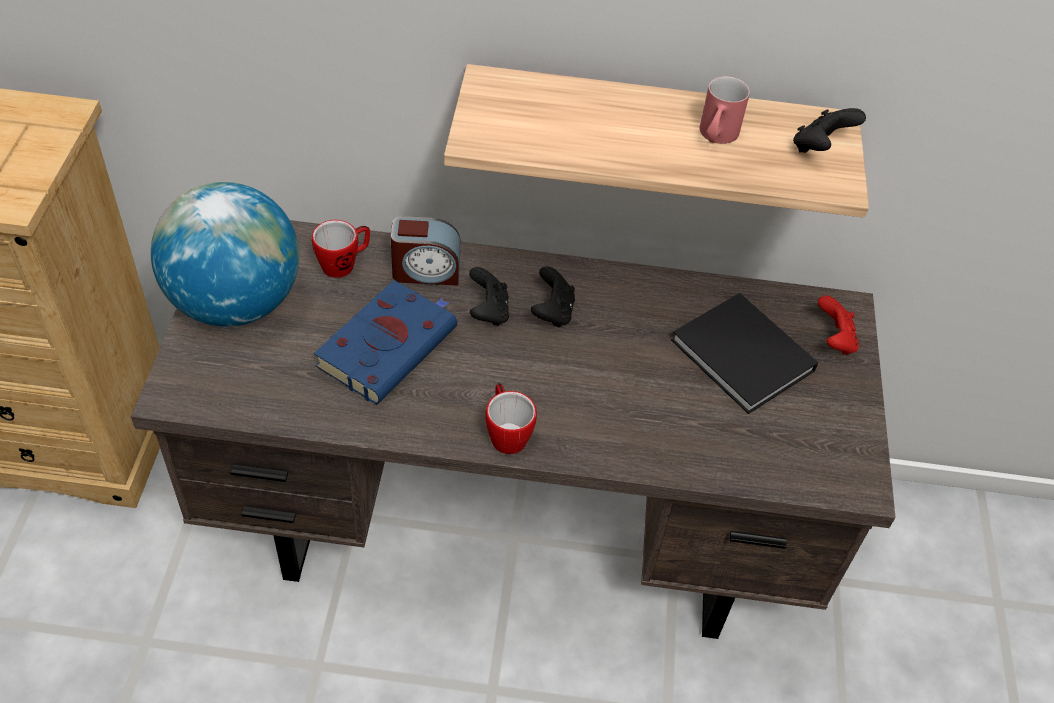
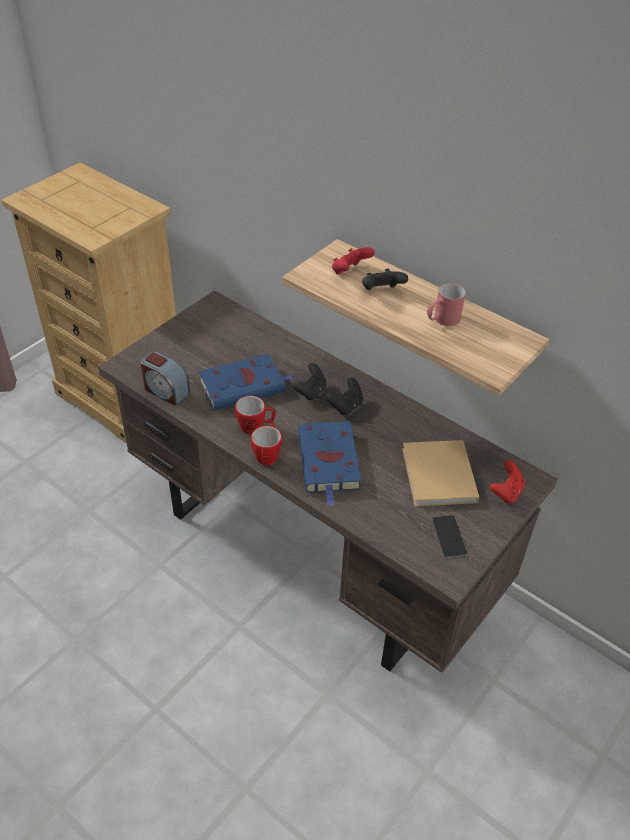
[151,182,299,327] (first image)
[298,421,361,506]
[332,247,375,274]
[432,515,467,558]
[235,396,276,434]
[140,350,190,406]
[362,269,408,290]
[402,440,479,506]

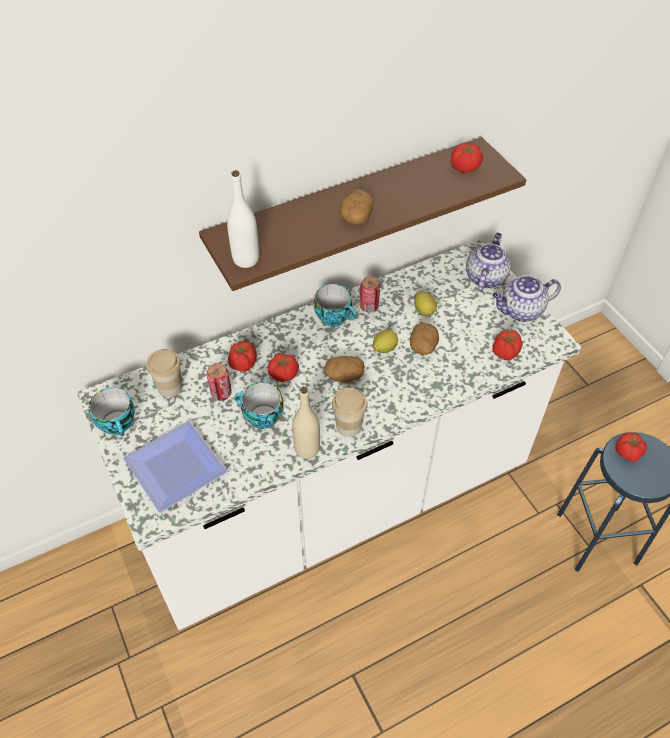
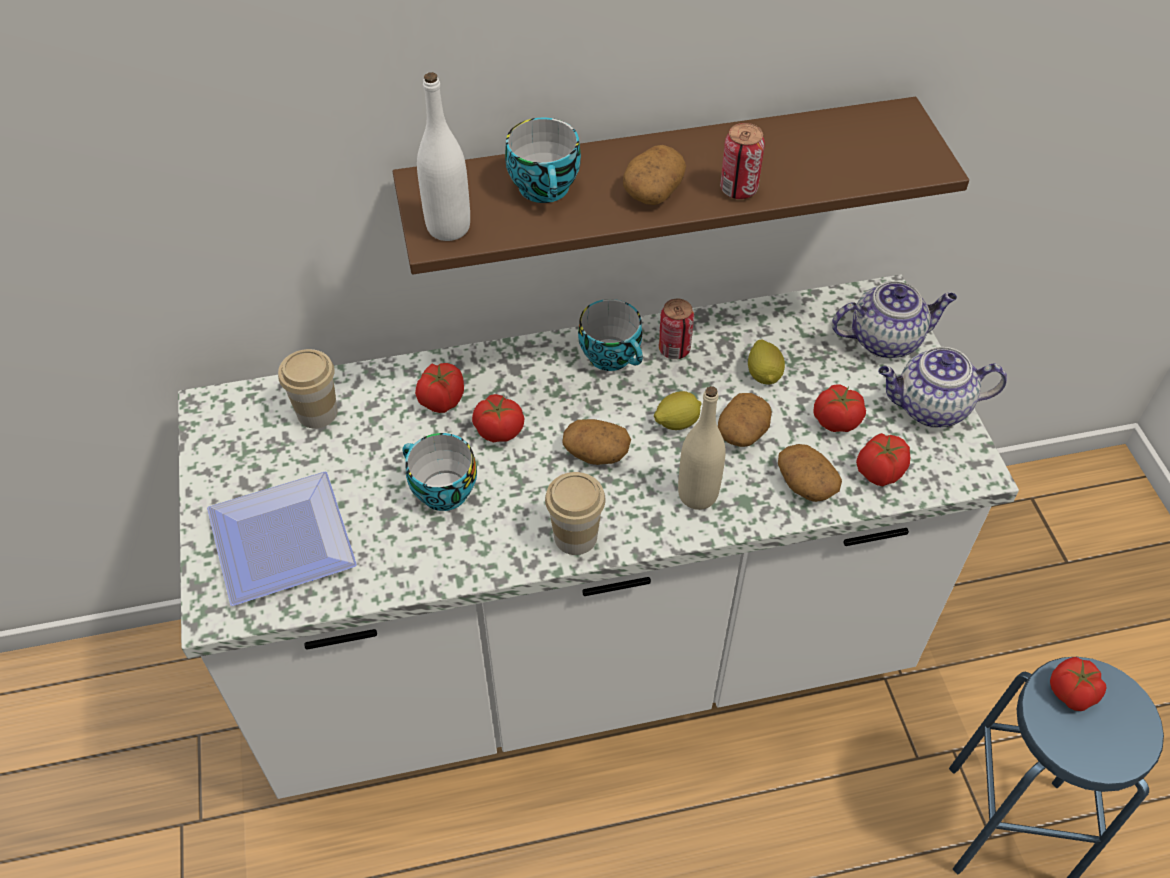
[778,444,842,502]
[505,118,581,203]
[720,123,765,199]
[678,386,726,510]
[813,384,866,432]
[832,281,957,358]

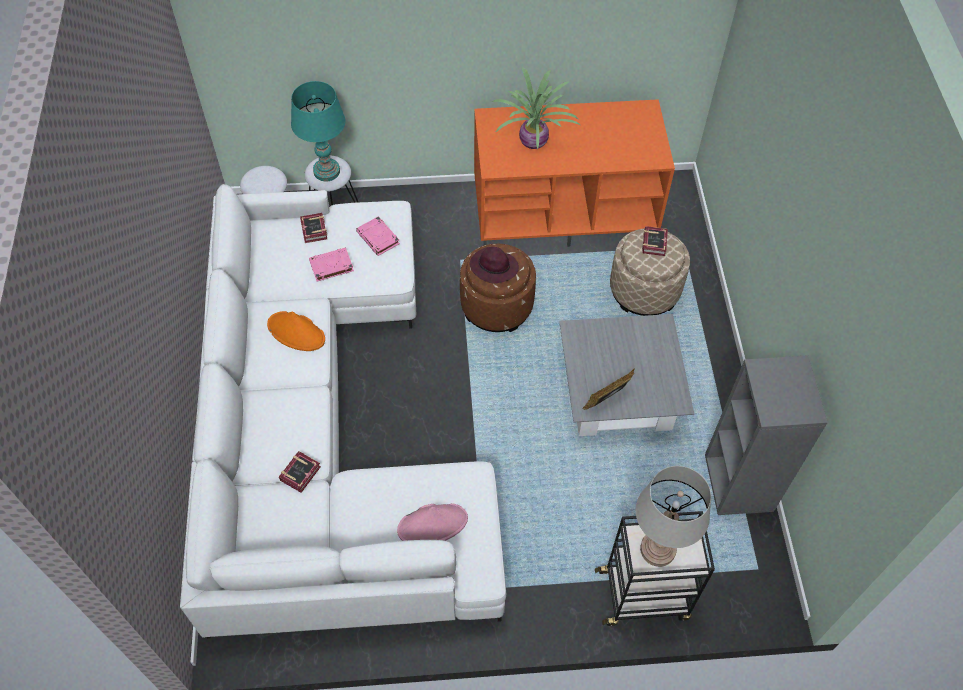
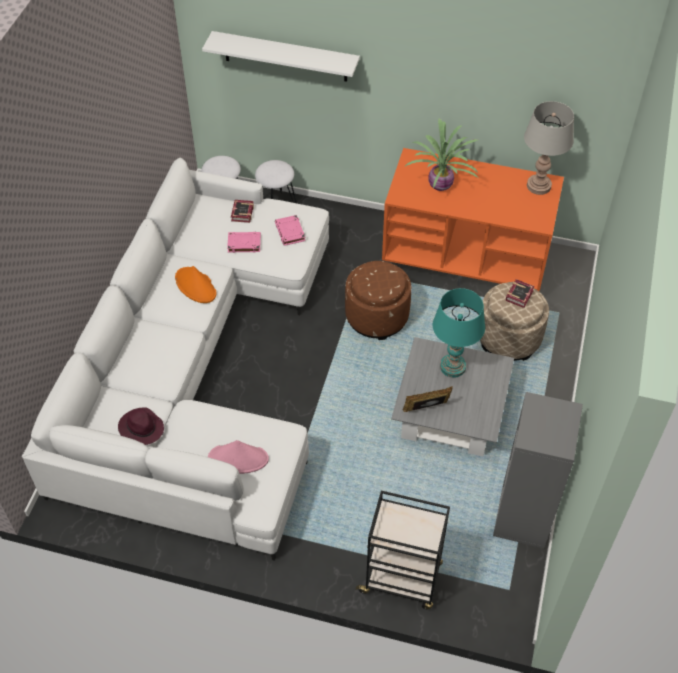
[279,451,321,493] (first image)
[202,31,360,82]
[433,288,485,378]
[118,407,164,445]
[524,101,574,195]

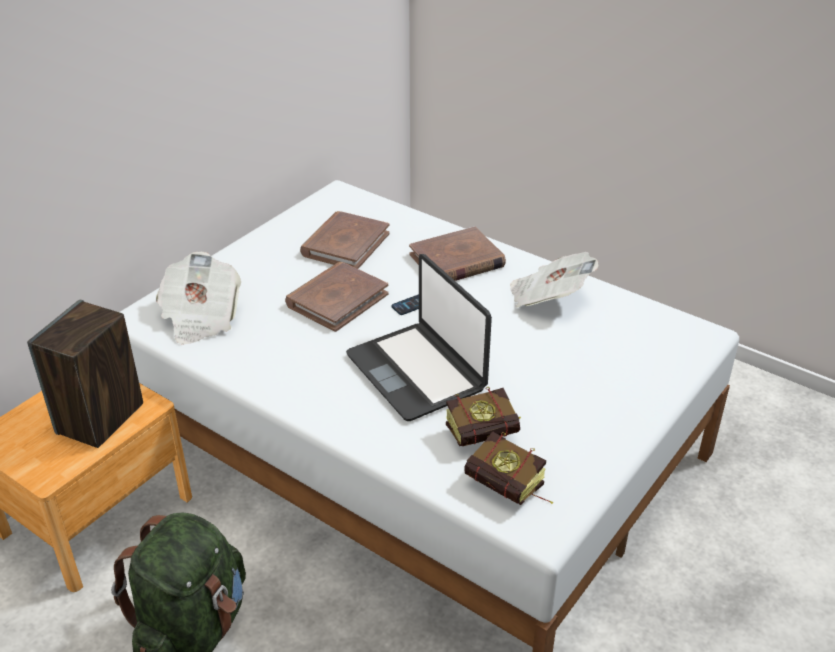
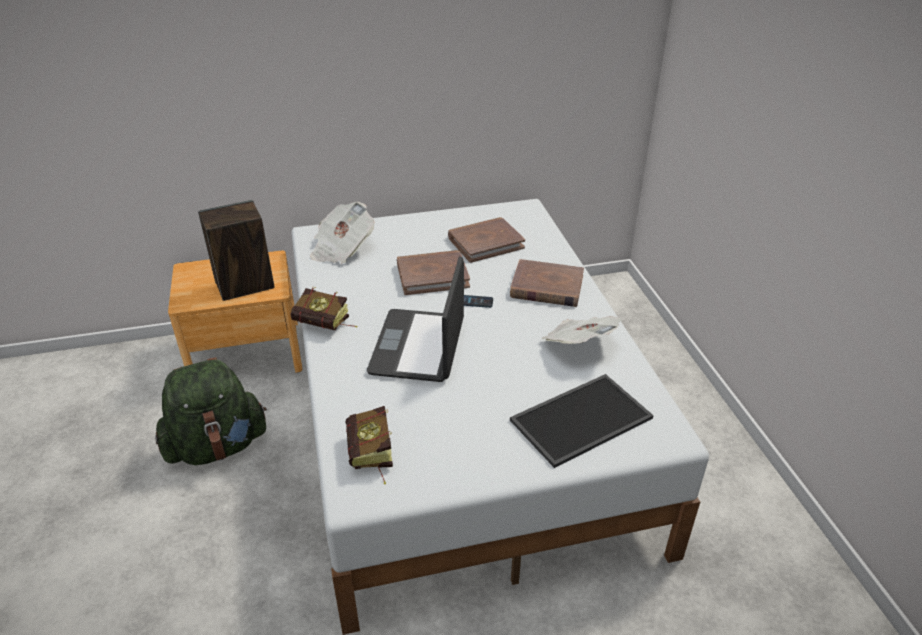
[510,374,654,468]
[290,287,357,330]

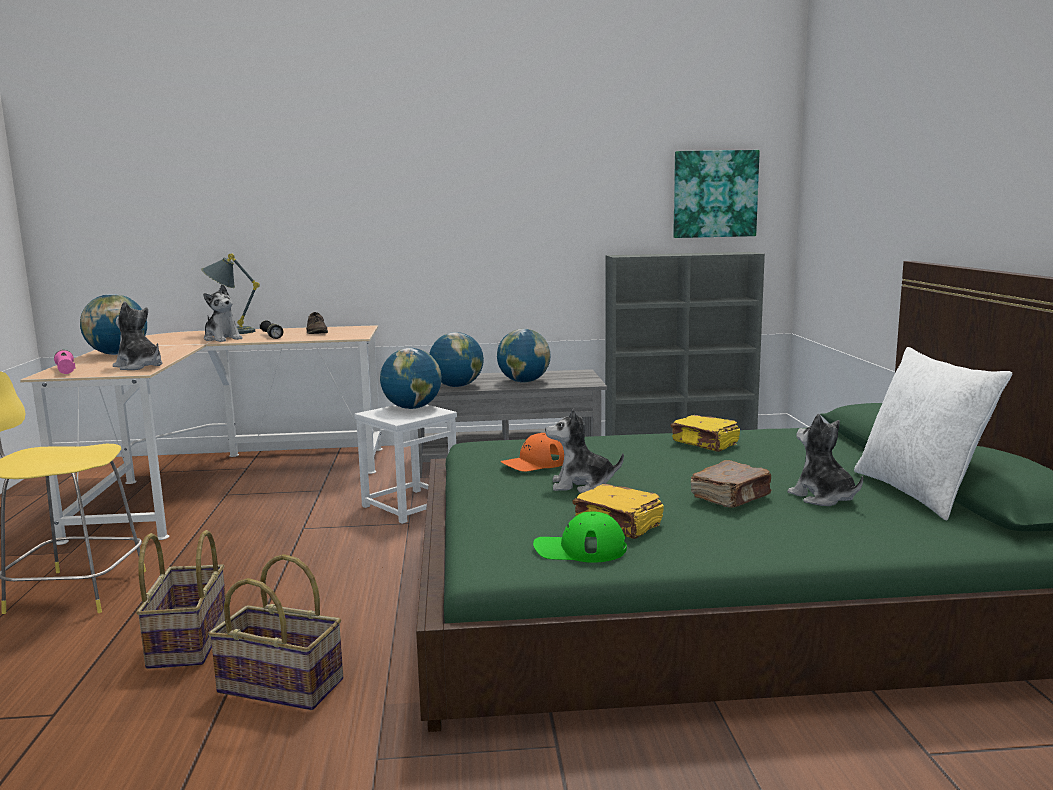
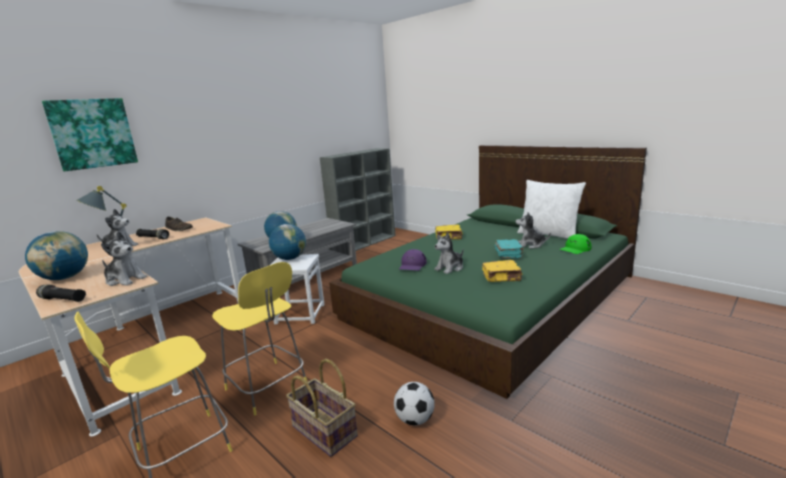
[497,329,551,383] (first image)
[212,262,307,416]
[559,234,592,254]
[42,98,138,171]
[394,382,435,425]
[36,284,86,302]
[399,249,427,271]
[495,239,524,258]
[101,231,147,286]

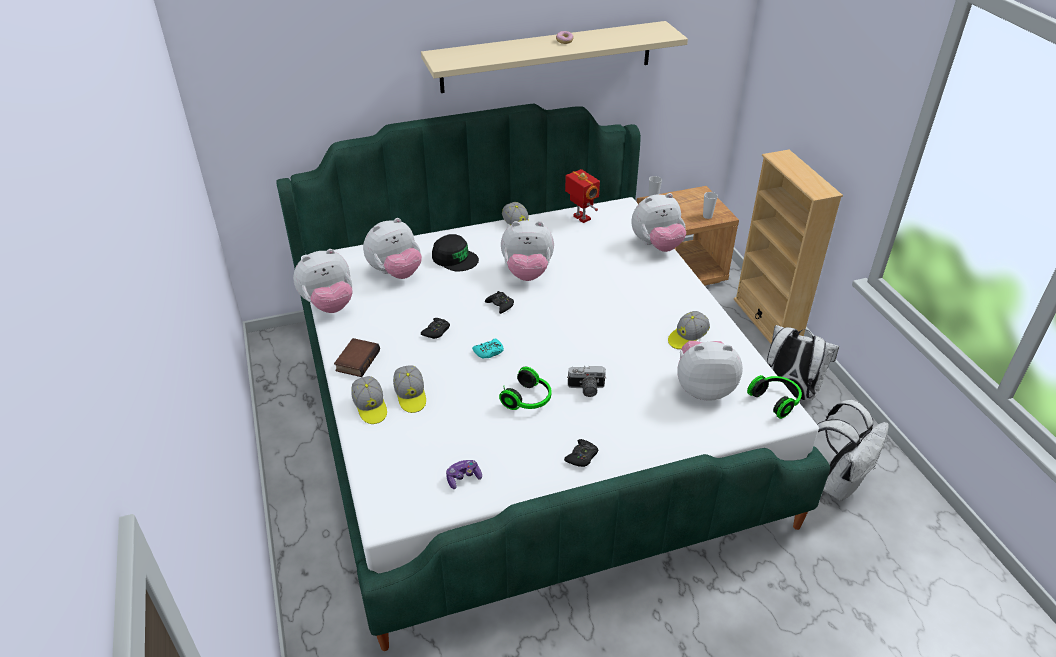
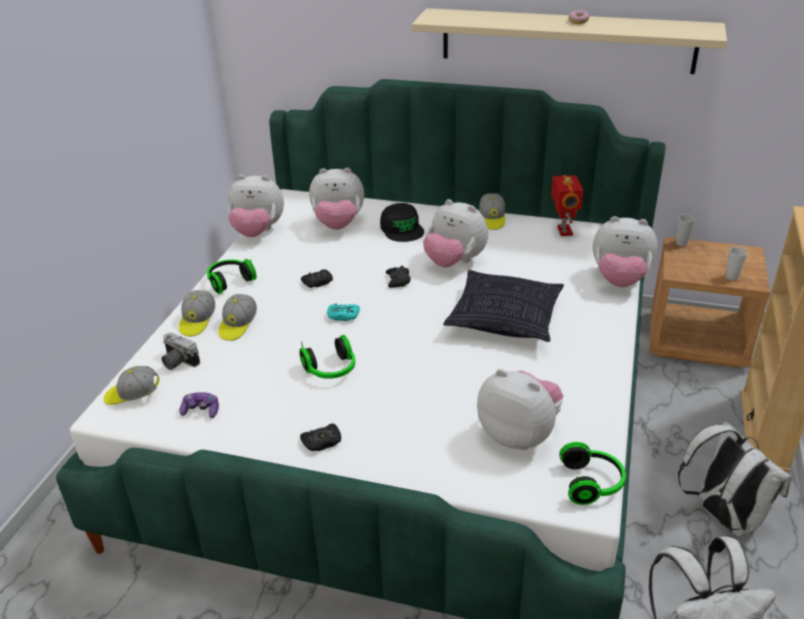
[443,270,564,342]
[162,333,200,370]
[103,366,159,405]
[207,259,257,294]

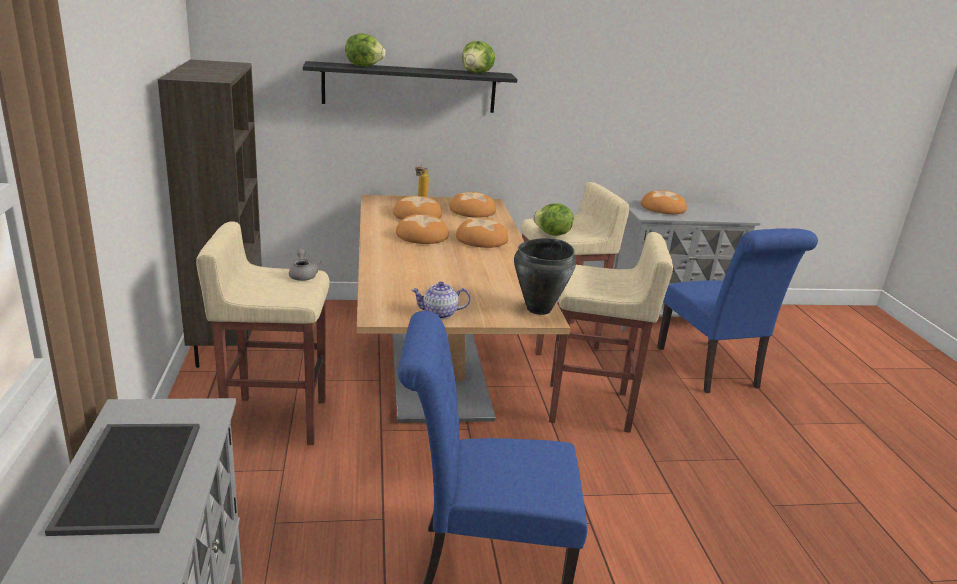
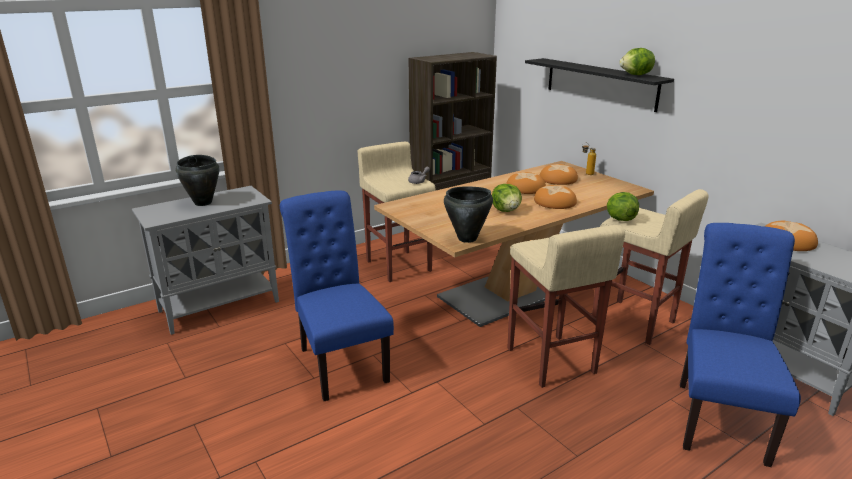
[411,281,471,319] (first image)
[450,192,496,218] (first image)
[492,184,522,212]
[176,155,220,206]
[680,223,801,467]

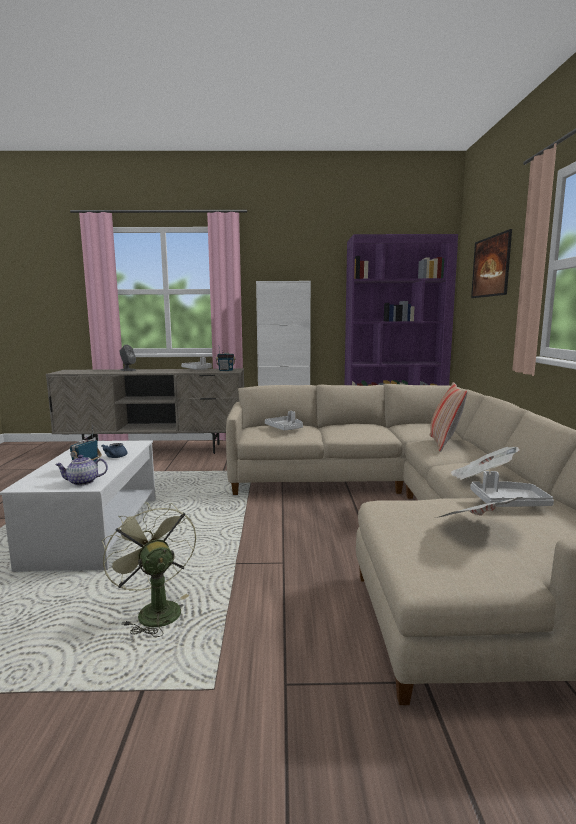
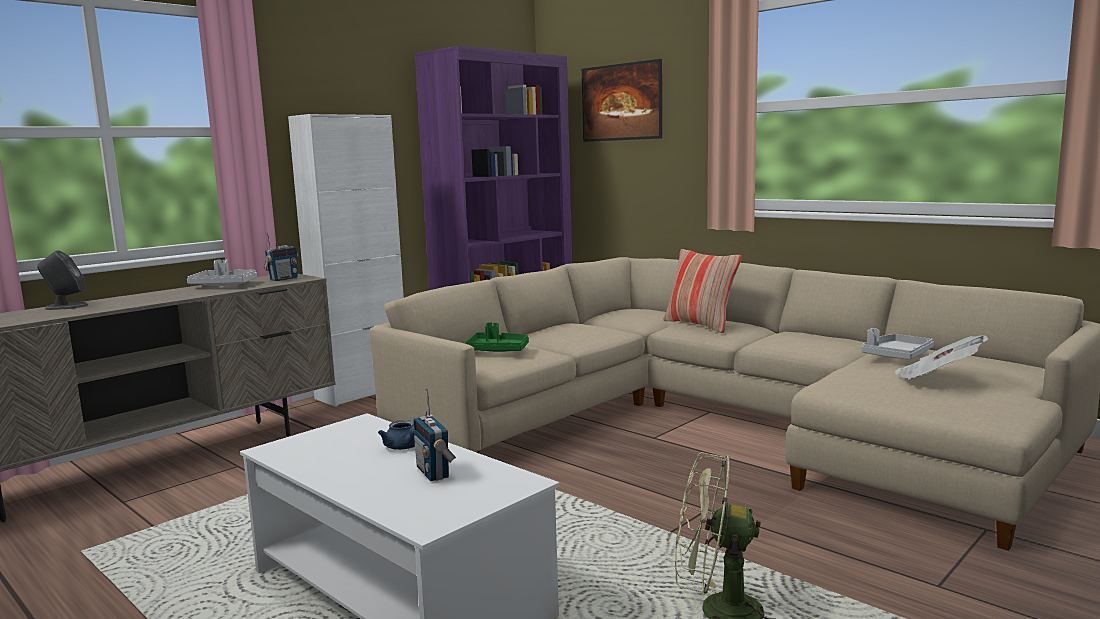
[55,455,108,486] (first image)
[451,447,520,480] (first image)
[465,323,529,352]

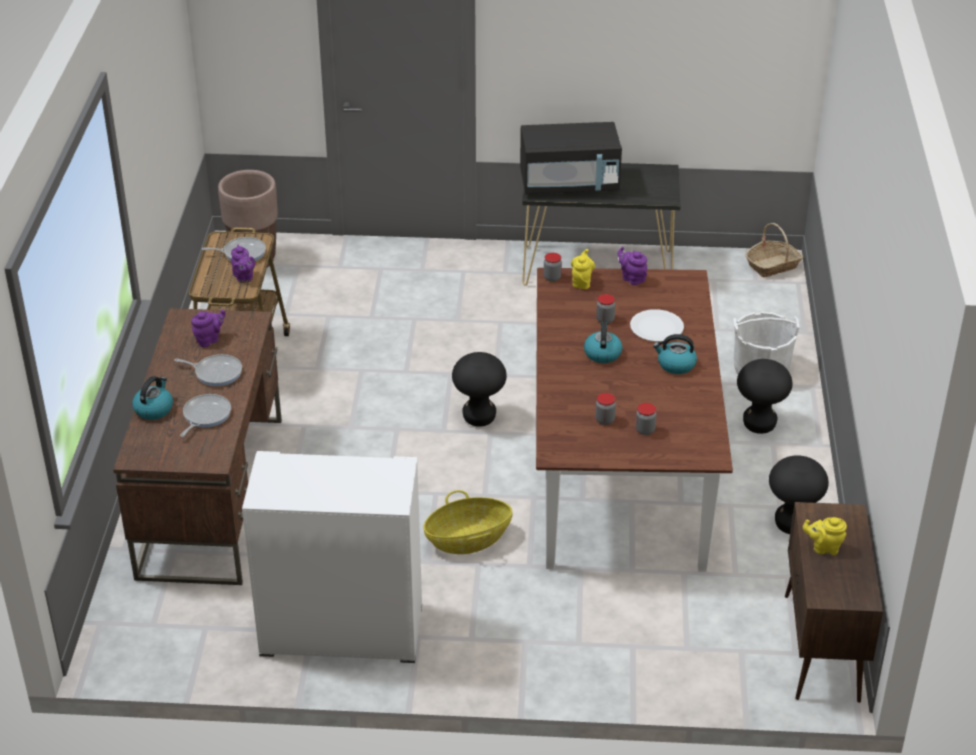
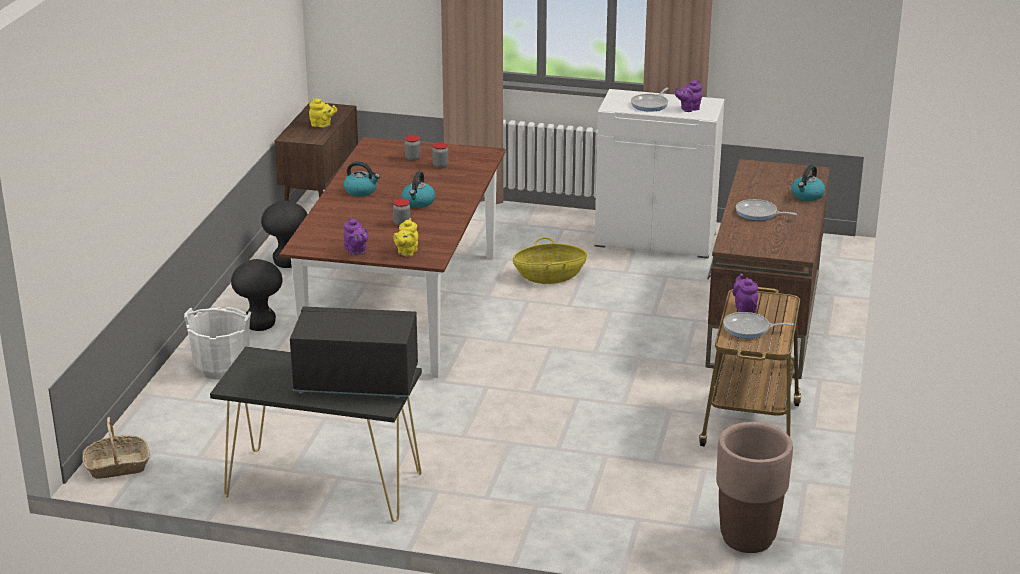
[452,352,507,427] (first image)
[544,253,562,282] (first image)
[630,309,684,342] (first image)
[631,88,669,112]
[675,80,703,112]

